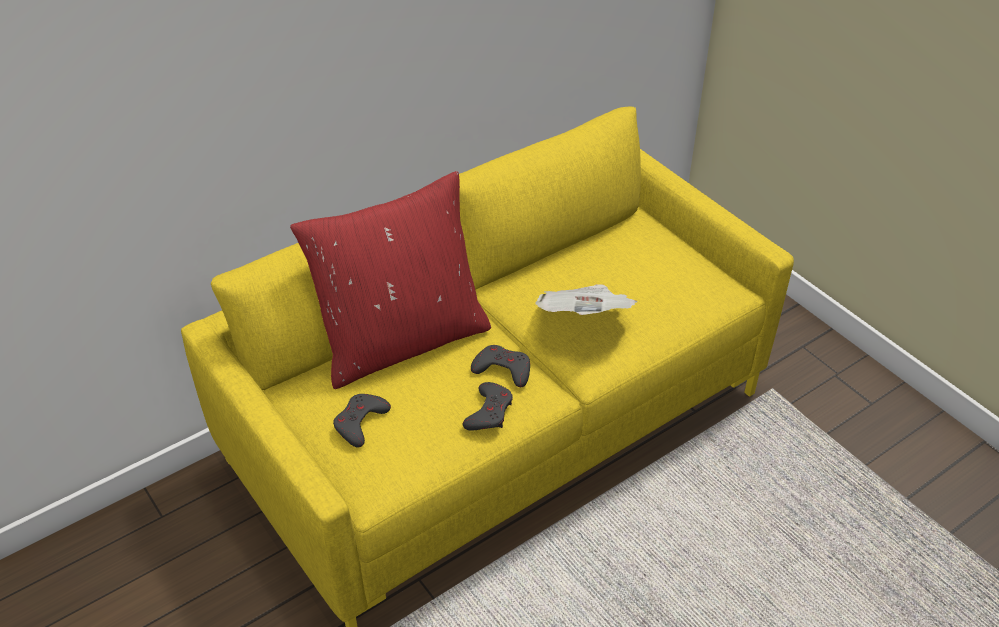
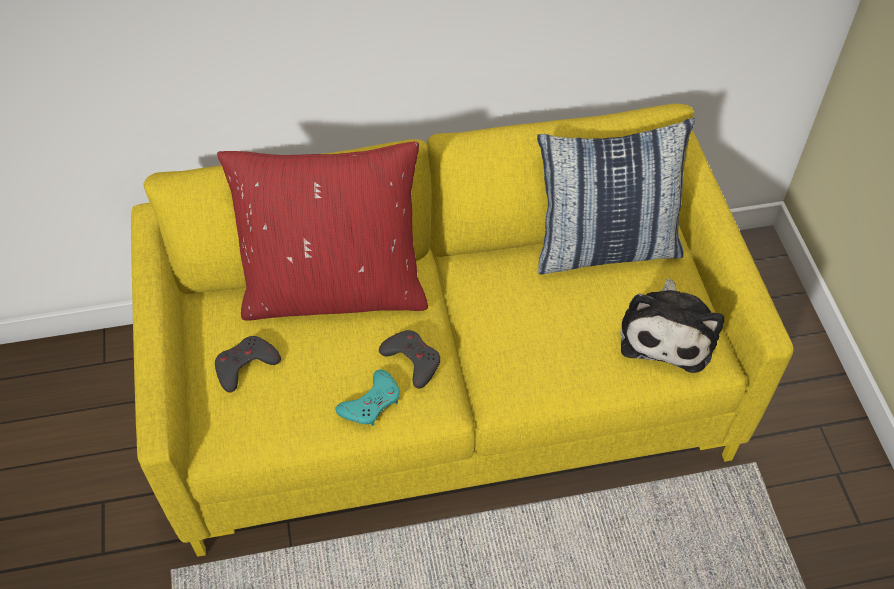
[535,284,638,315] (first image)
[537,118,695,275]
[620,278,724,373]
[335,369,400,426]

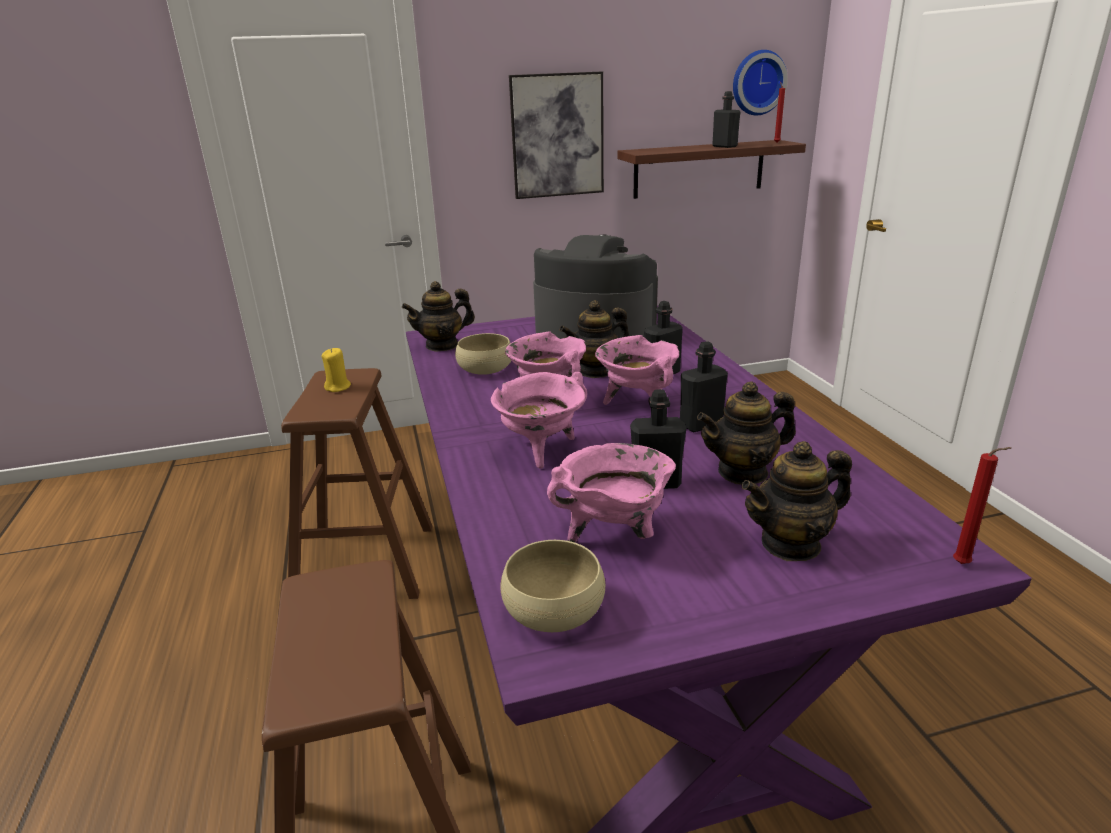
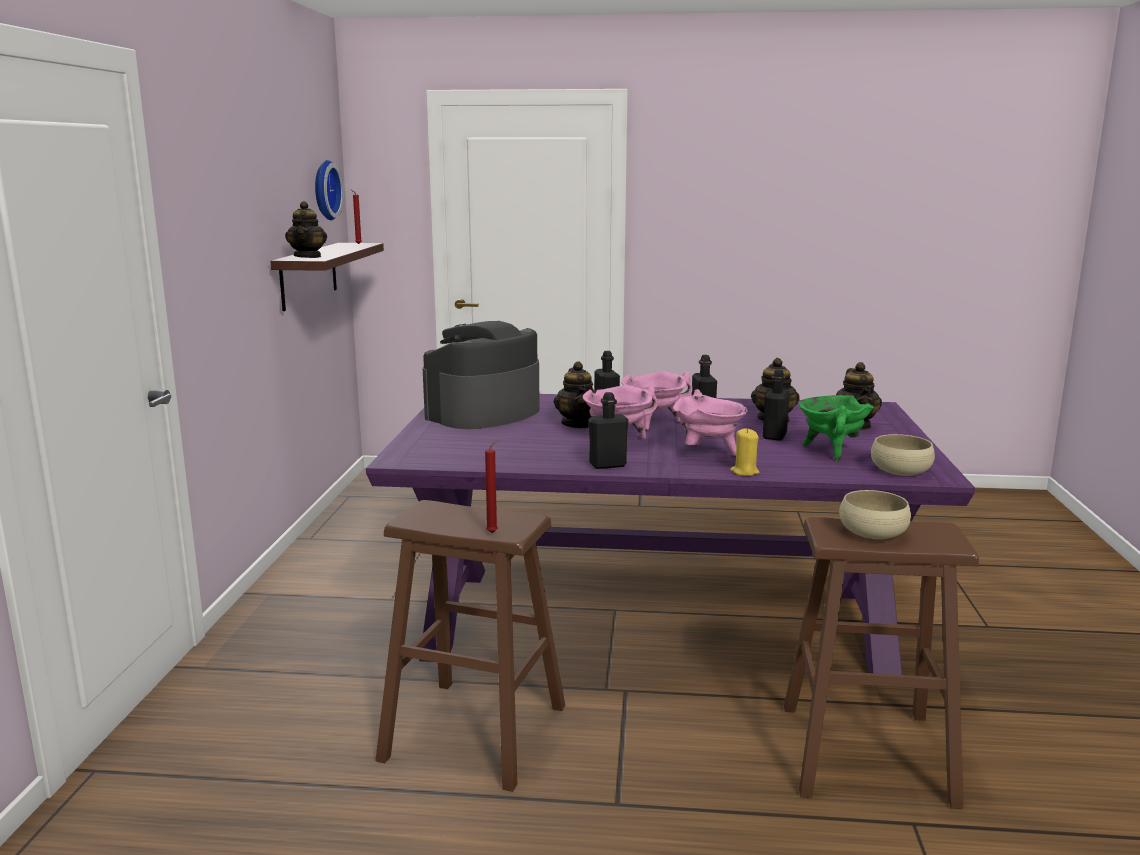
[509,71,604,199] (first image)
[730,428,759,476]
[285,201,327,258]
[839,490,911,539]
[588,392,628,469]
[485,440,499,533]
[799,395,874,461]

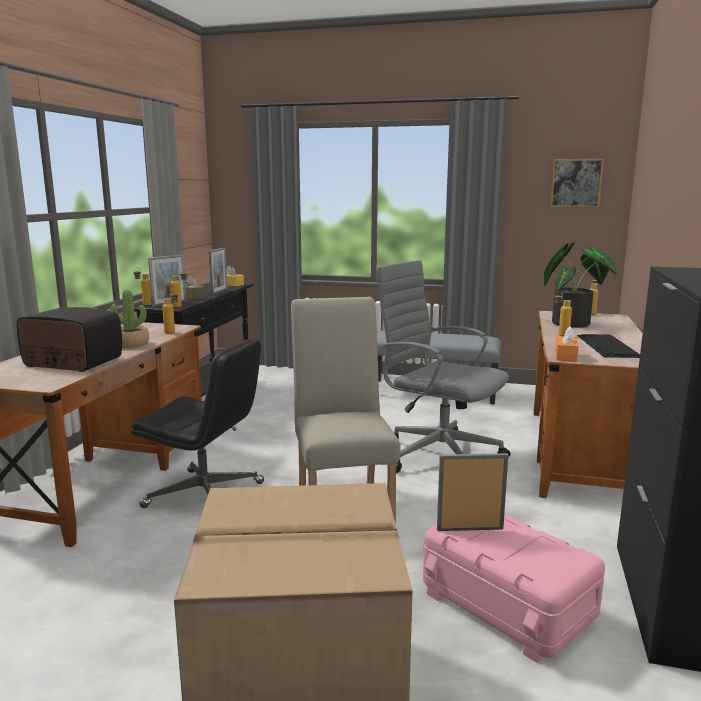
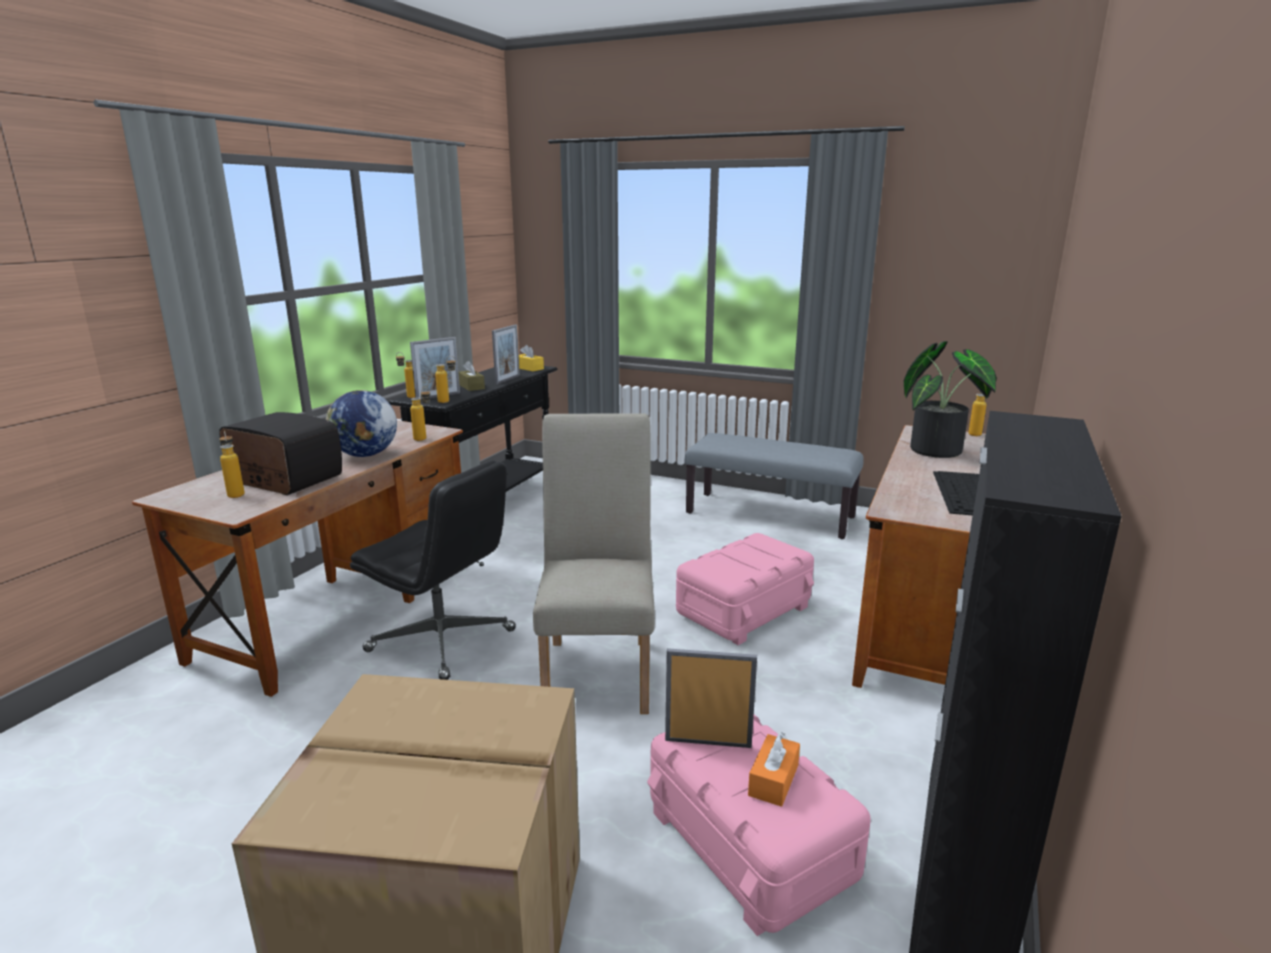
[550,159,604,207] (first image)
[219,431,245,498]
[748,732,800,807]
[326,390,397,457]
[676,533,814,645]

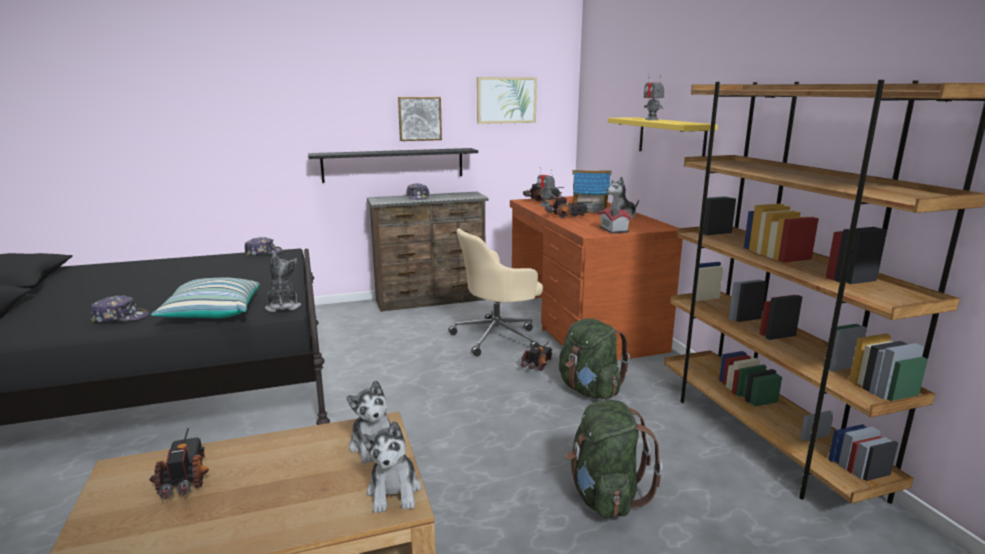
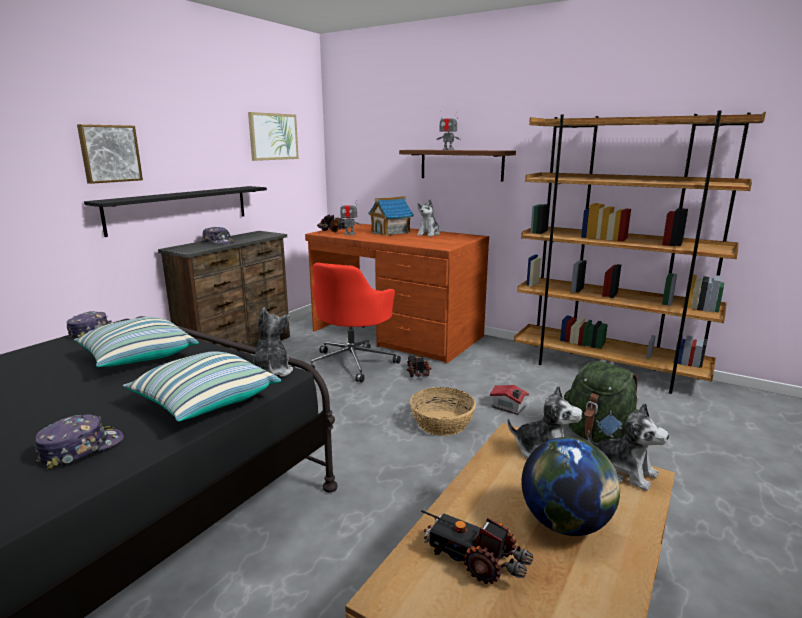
[545,197,592,219] (first image)
[559,318,630,399] (first image)
[74,317,199,367]
[410,387,476,436]
[522,437,620,536]
[77,124,143,184]
[490,385,529,415]
[309,263,401,382]
[399,150,516,181]
[254,307,293,377]

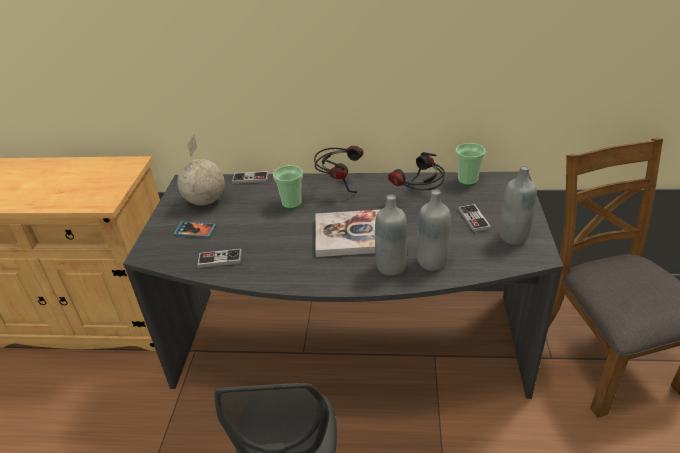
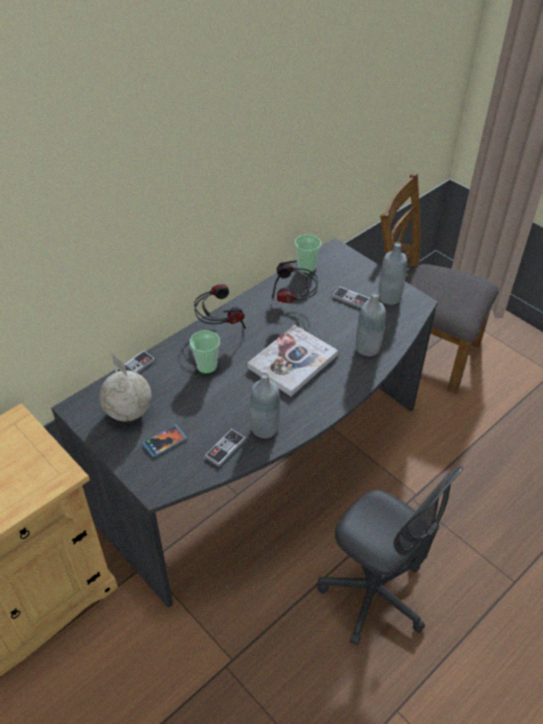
[250,372,280,438]

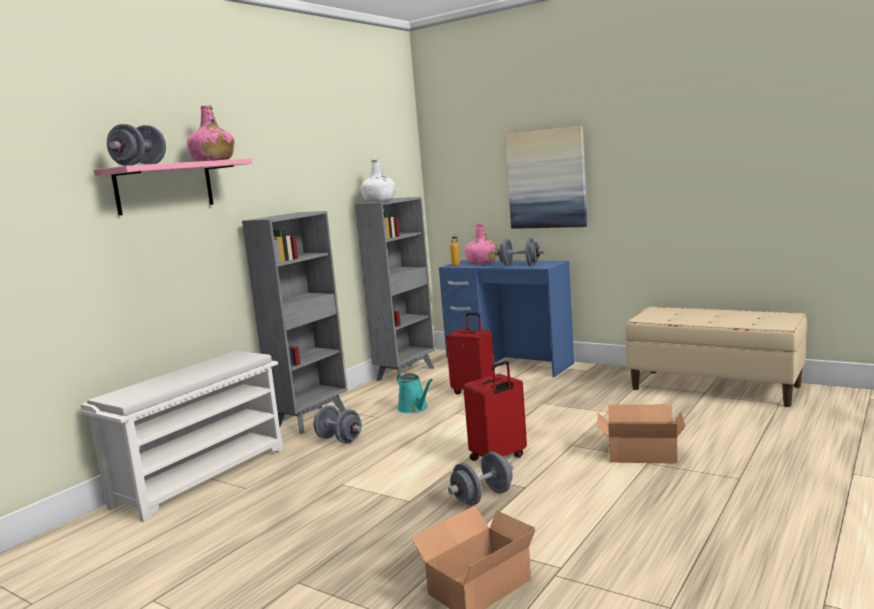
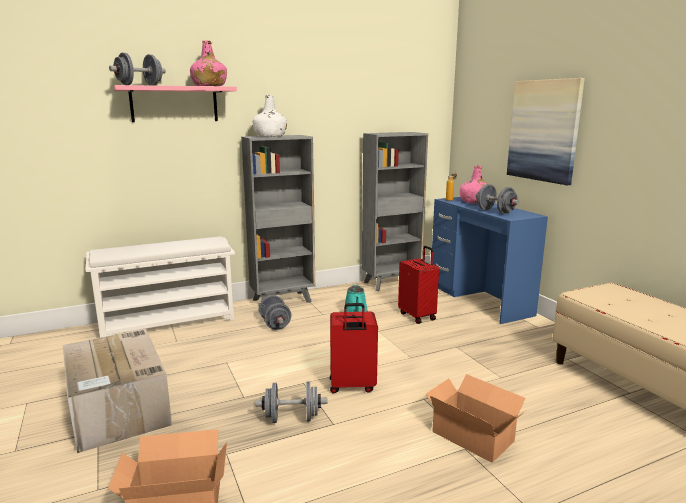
[63,329,172,453]
[253,95,287,137]

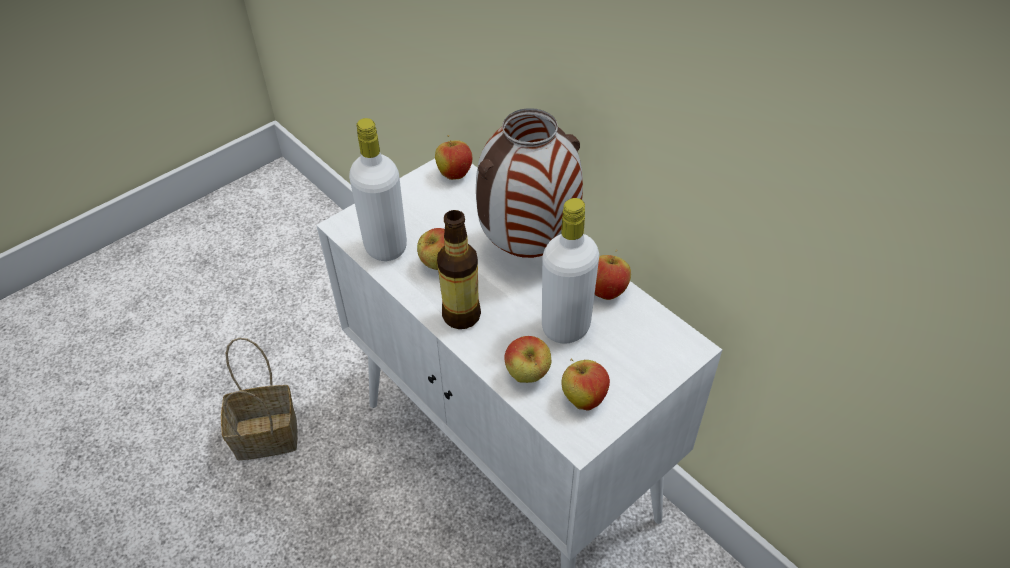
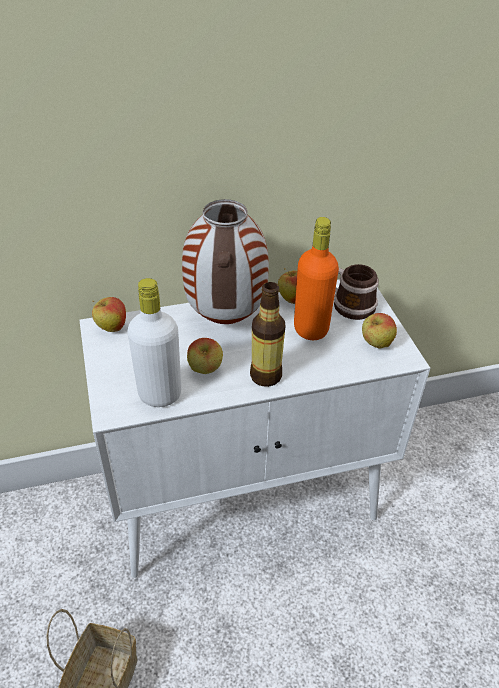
[505,336,552,383] (first image)
[334,264,379,320]
[294,217,339,340]

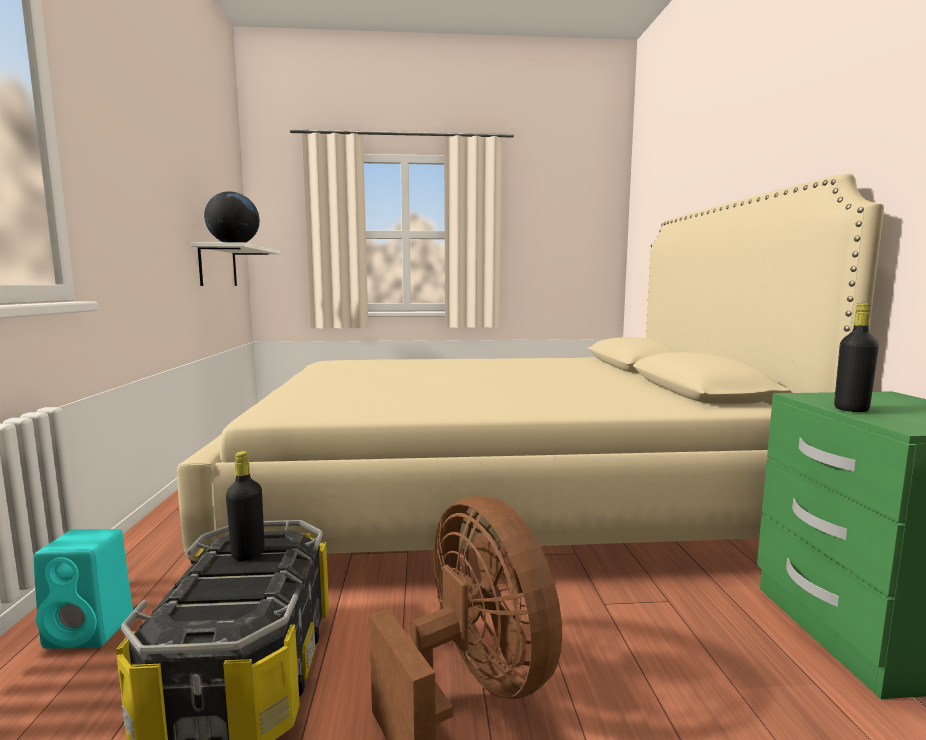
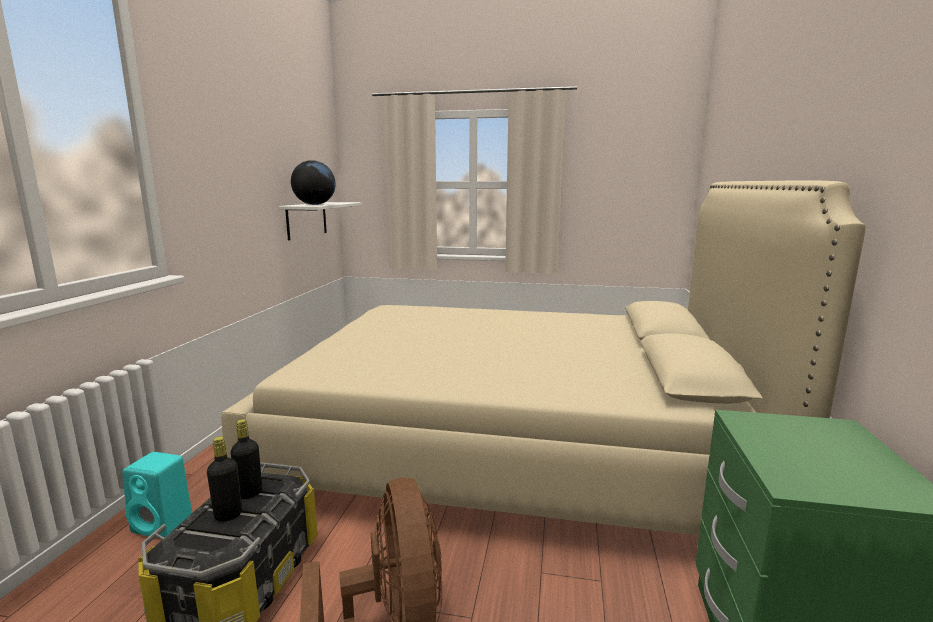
[207,436,242,522]

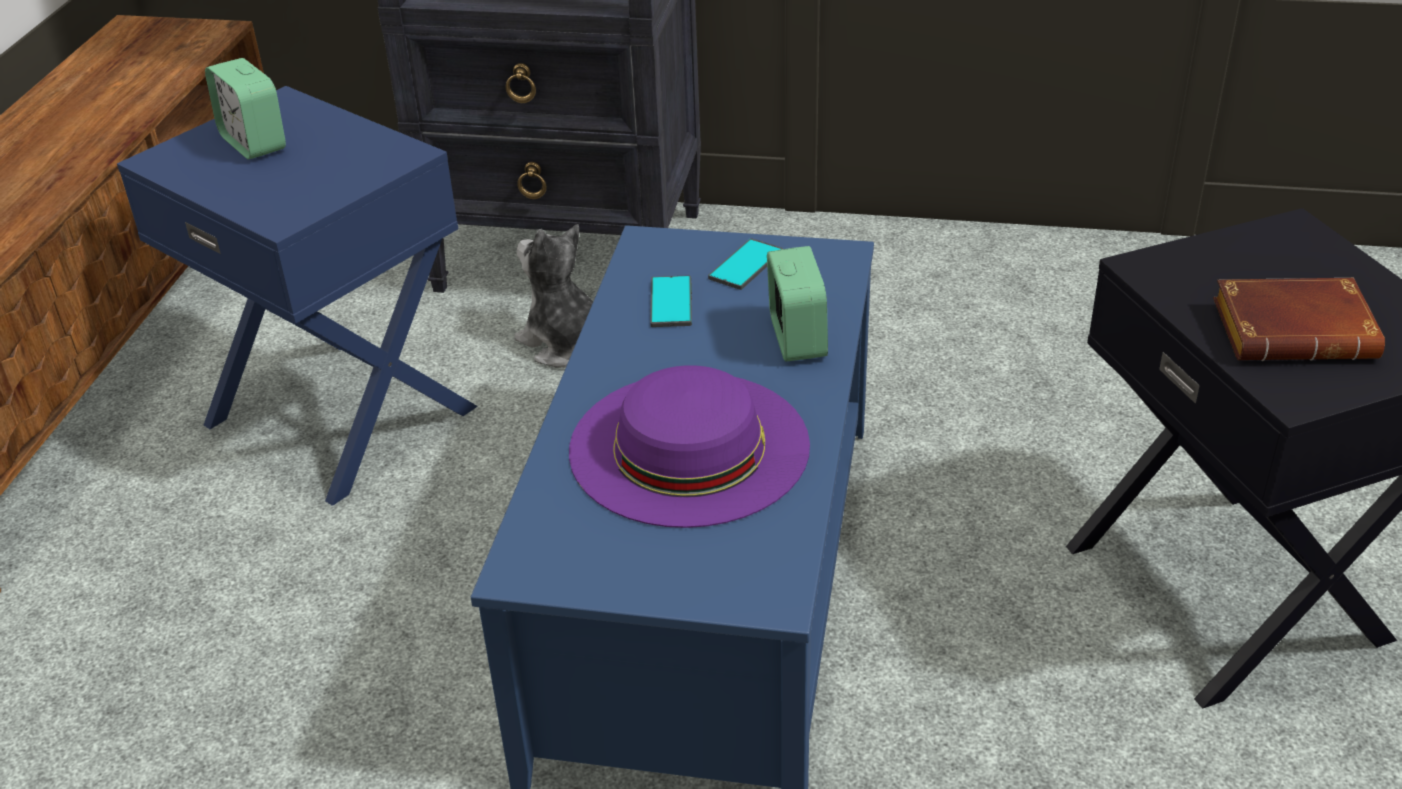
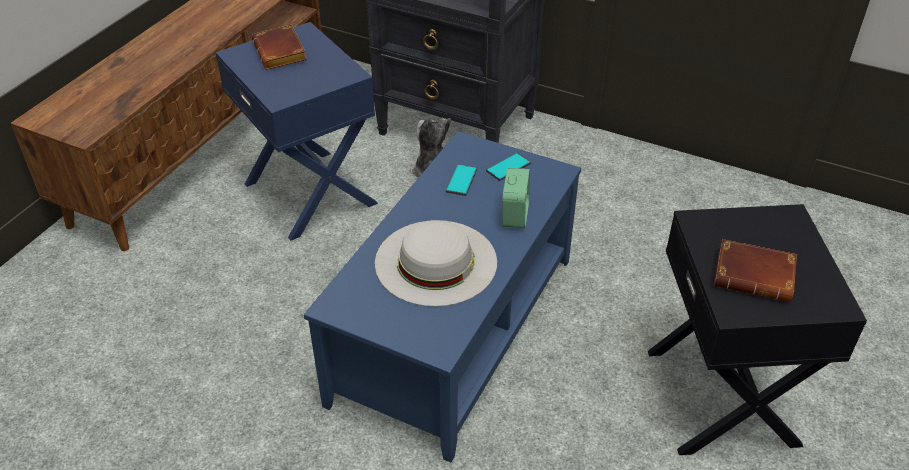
[252,25,307,70]
[375,220,497,307]

